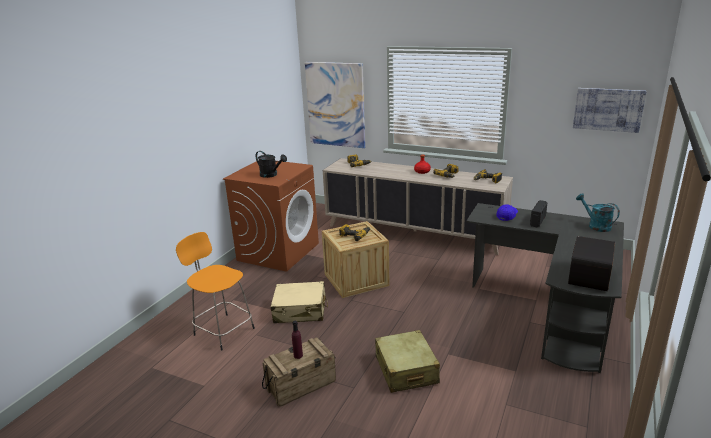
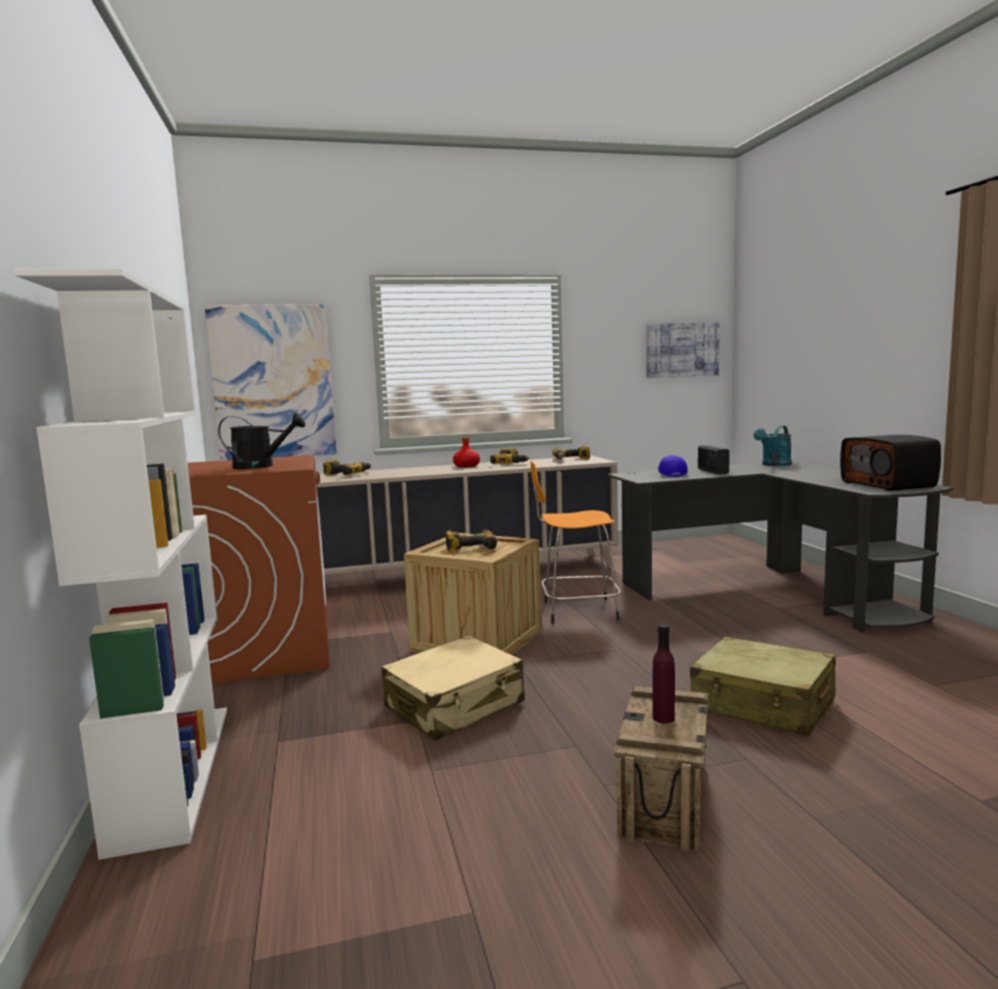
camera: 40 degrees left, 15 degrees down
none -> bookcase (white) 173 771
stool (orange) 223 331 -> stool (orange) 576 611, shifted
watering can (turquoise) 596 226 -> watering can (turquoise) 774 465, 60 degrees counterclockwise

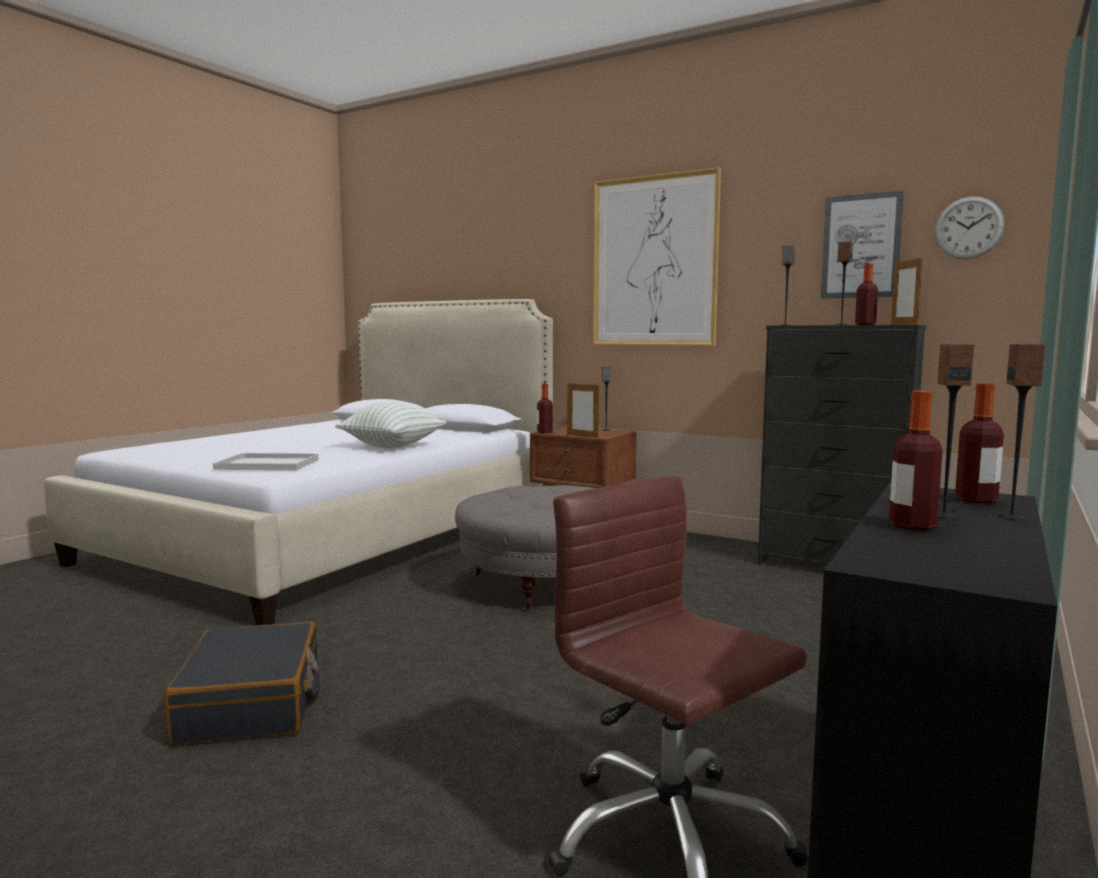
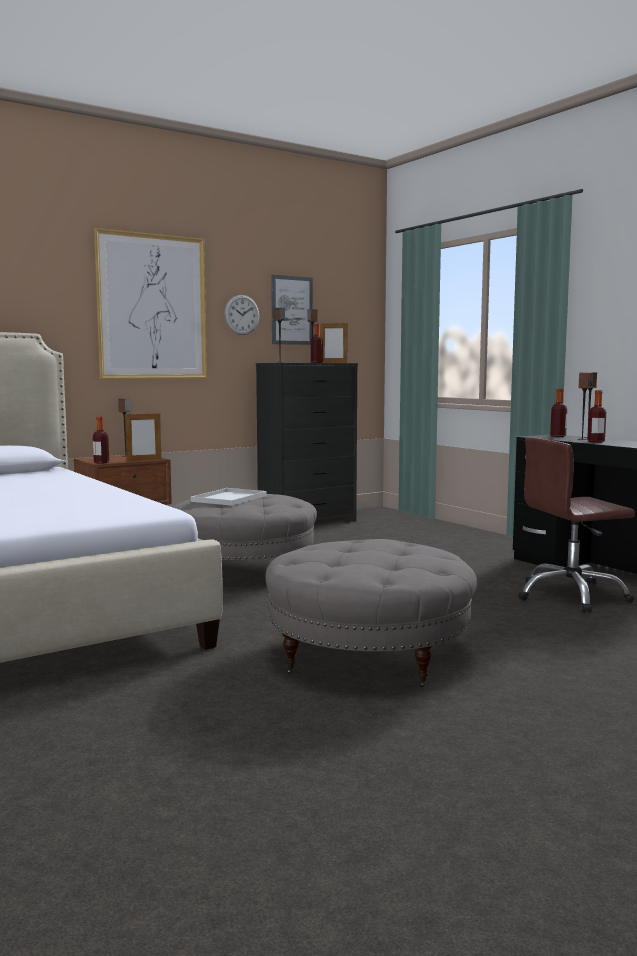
camera: 65 degrees left, 0 degrees up
tray (white) 270 464 -> tray (white) 229 498, shifted
wall clock 968 228 -> wall clock 242 315, shifted
suitcase (black) 252 703 -> ottoman (grey) 368 654
pillow 392 446 -> none

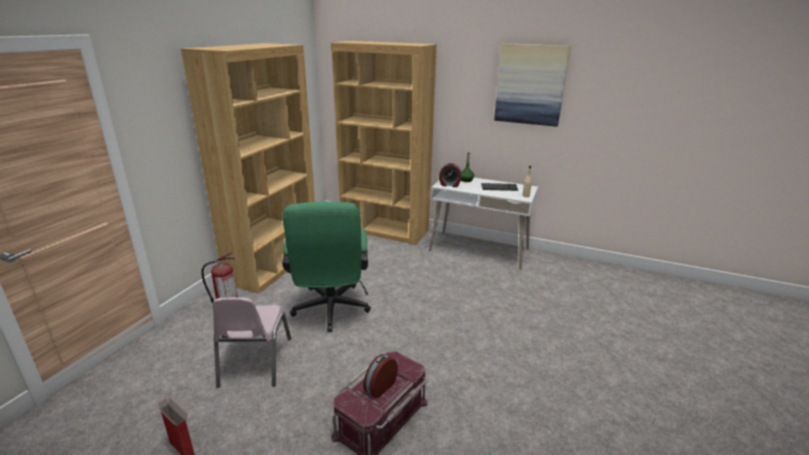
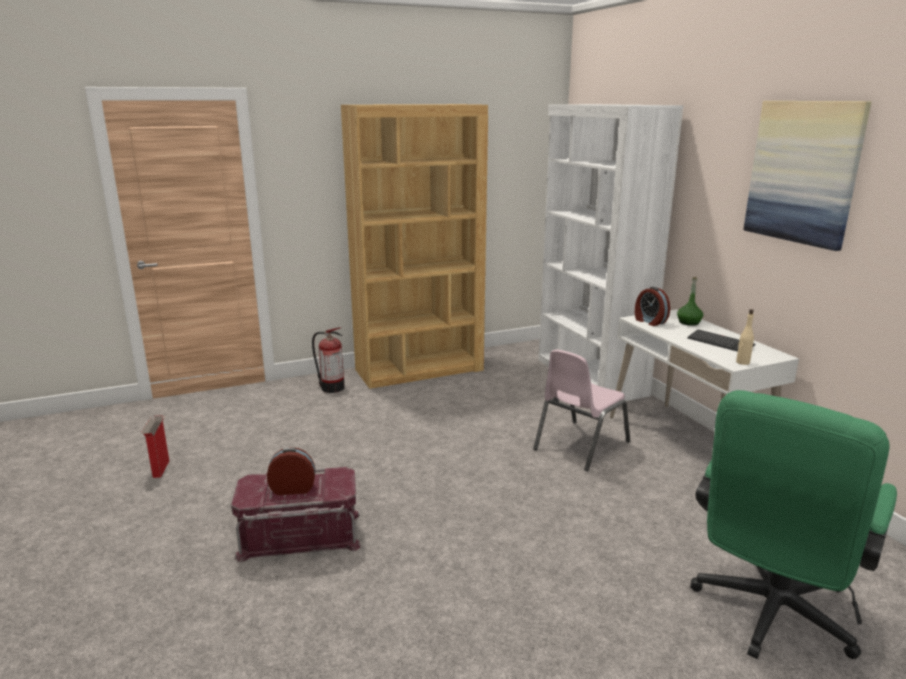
camera: 45 degrees right, 5 degrees down
chair (pink) 254 362 -> chair (pink) 580 445, shifted
bookcase (brown) 384 230 -> bookcase (white) 590 377
office chair (green) 330 311 -> office chair (green) 769 616, shifted

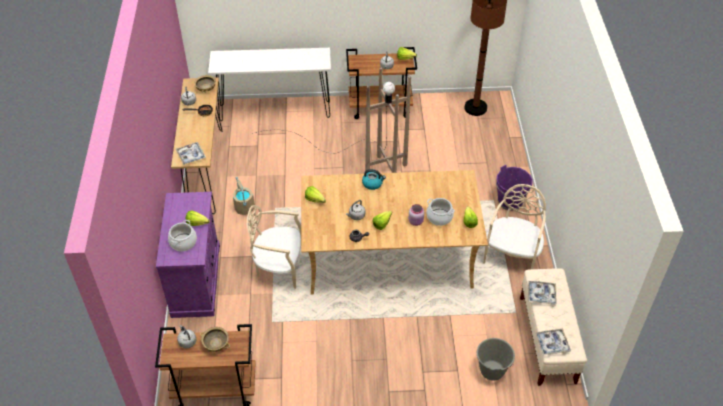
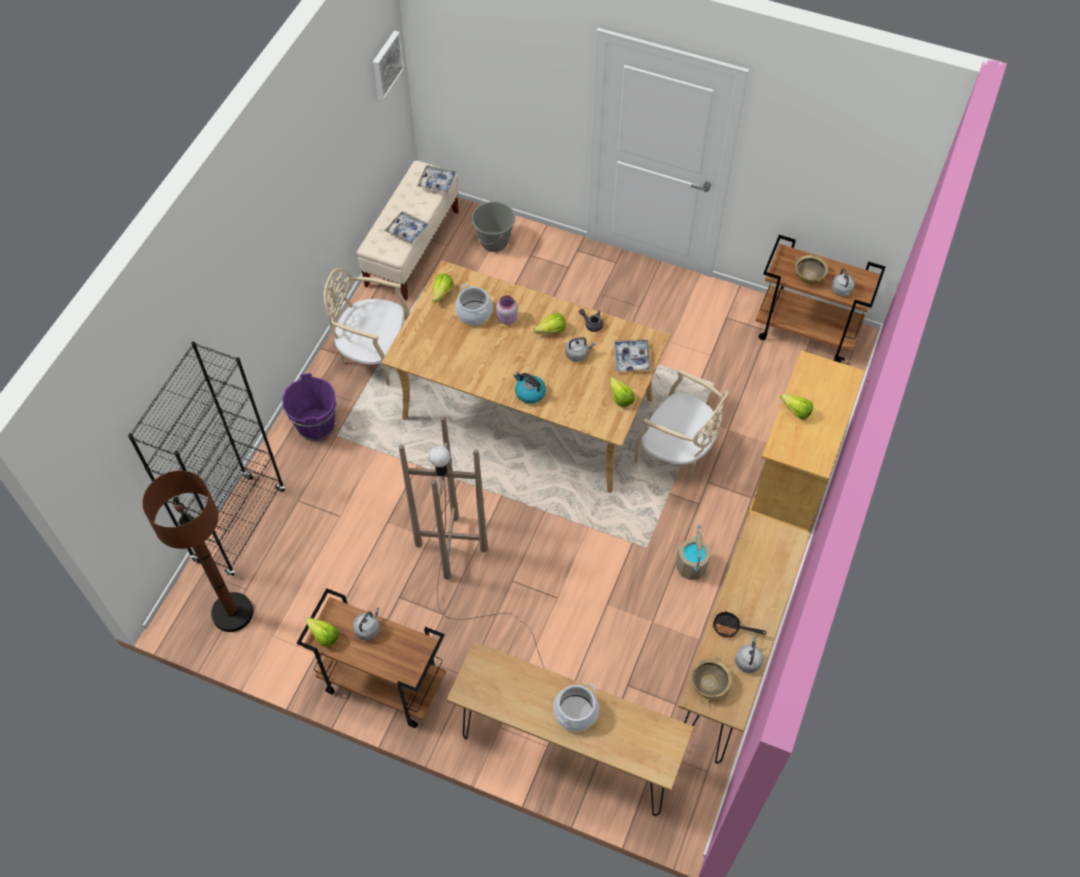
camera: 155 degrees left, 10 degrees up
none -> bookcase (black) 240 525
chair (beige) 512 255 -> chair (beige) 373 353, 60 degrees clockwise
none -> picture 386 64
console table (white) 275 111 -> console table (brown) 566 755
cooking pot 183 242 -> cooking pot 576 712, shifted
tray 191 155 -> tray 631 358, shifted
cabinet (purple) 196 280 -> cabinet (beige) 793 475

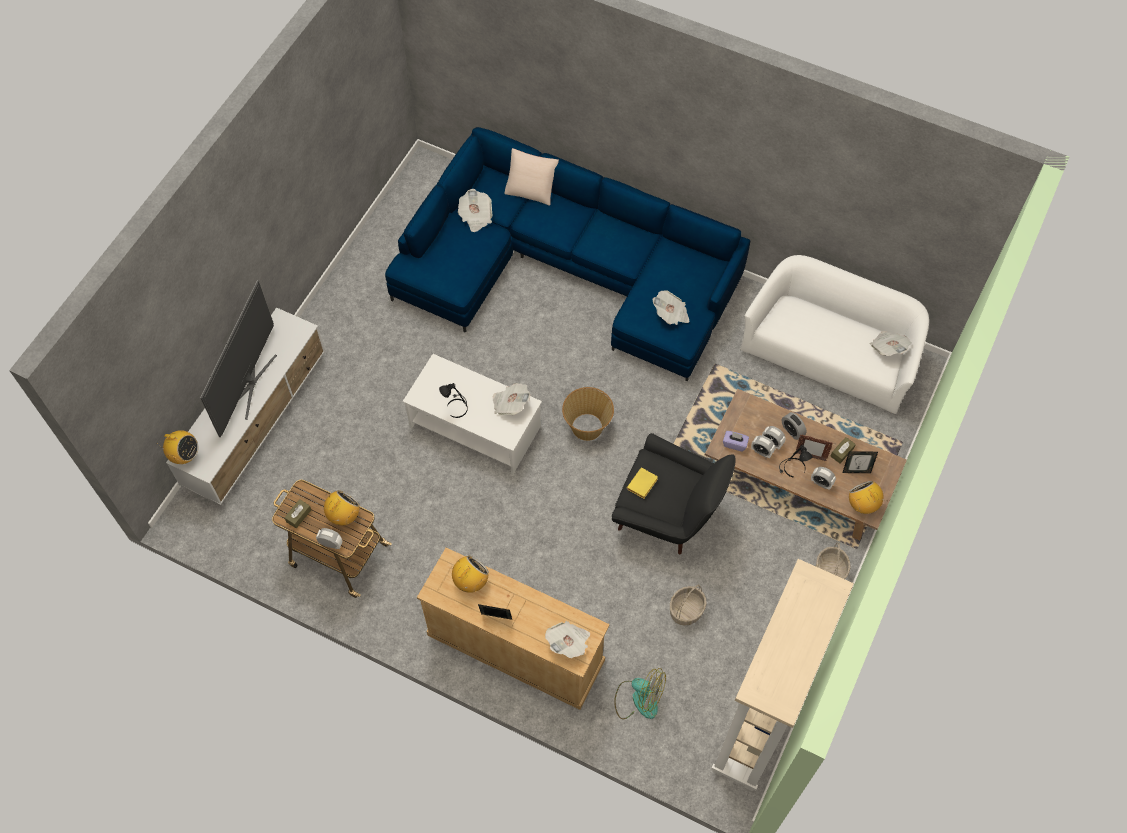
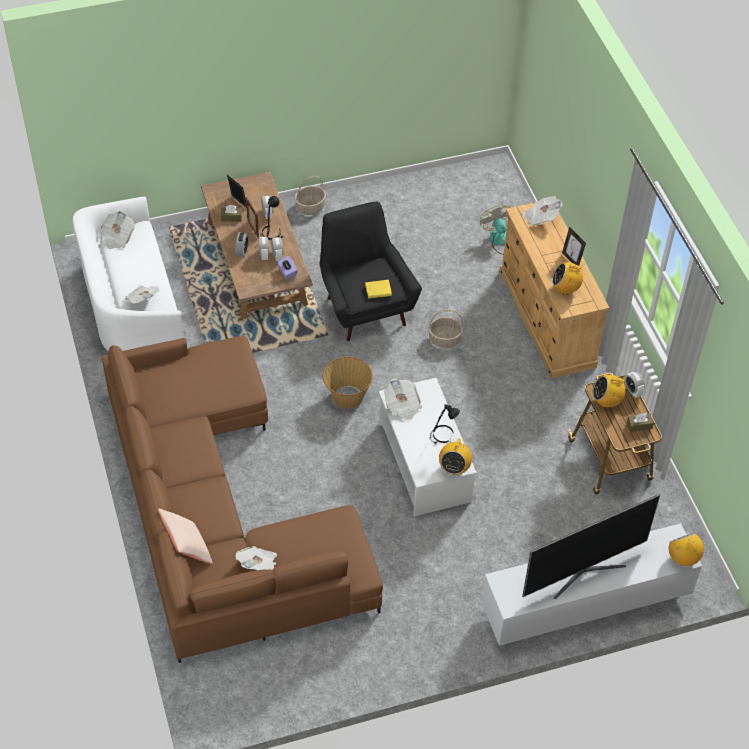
camera: 135 degrees left, 10 degrees down
sofa (blue) 566 270 -> sofa (brown) 220 514
newspaper 671 314 -> newspaper 143 300, shifted
basket 686 611 -> basket 445 339, shifted
radio 862 504 -> radio 454 468, shifted
bookcase (beige) 758 724 -> none

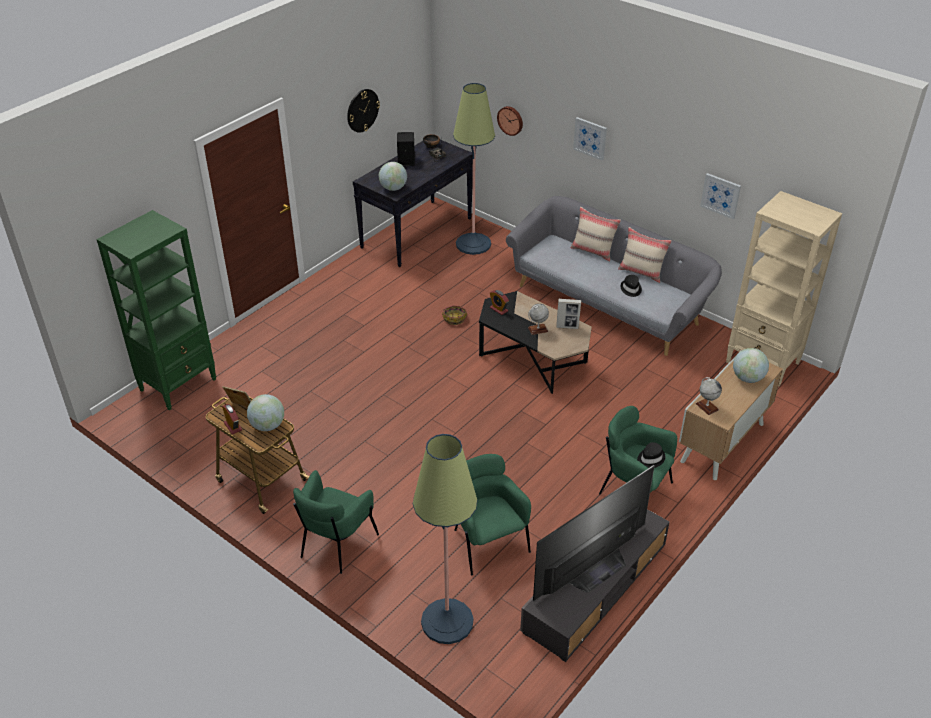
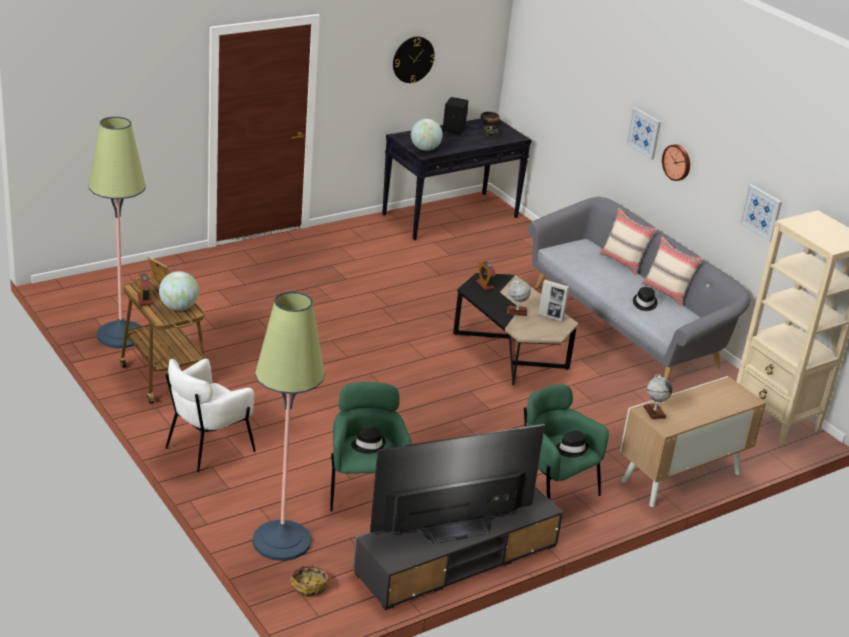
camera: 15 degrees right, 10 degrees down
floor lamp 473 244 -> floor lamp 121 335, shifted
armchair (green) 336 544 -> armchair (white) 207 447
basket 454 318 -> basket 309 586, shifted
none -> hat (black) 368 445
wall clock 510 120 -> wall clock 677 162, shifted
bookcase (green) 179 384 -> none
globe 747 378 -> none

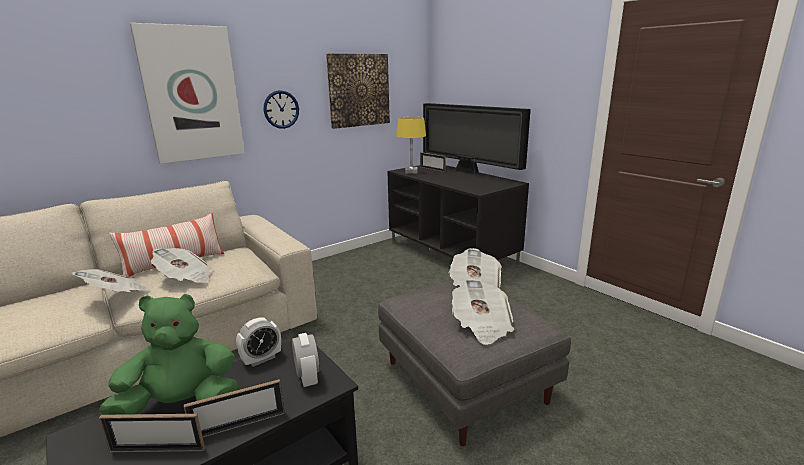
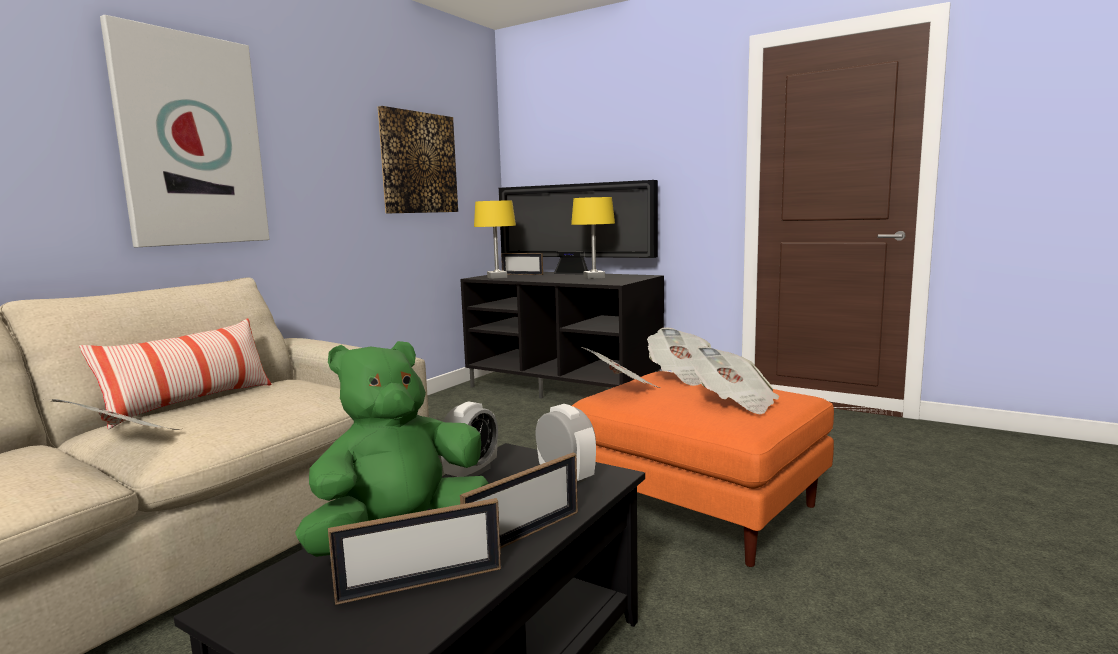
camera: 20 degrees left, 10 degrees down
none -> table lamp (yellow) 593 277
ottoman (grey) 466 382 -> ottoman (orange) 699 506
newspaper 185 278 -> newspaper 621 388, shifted
wall clock 281 109 -> none

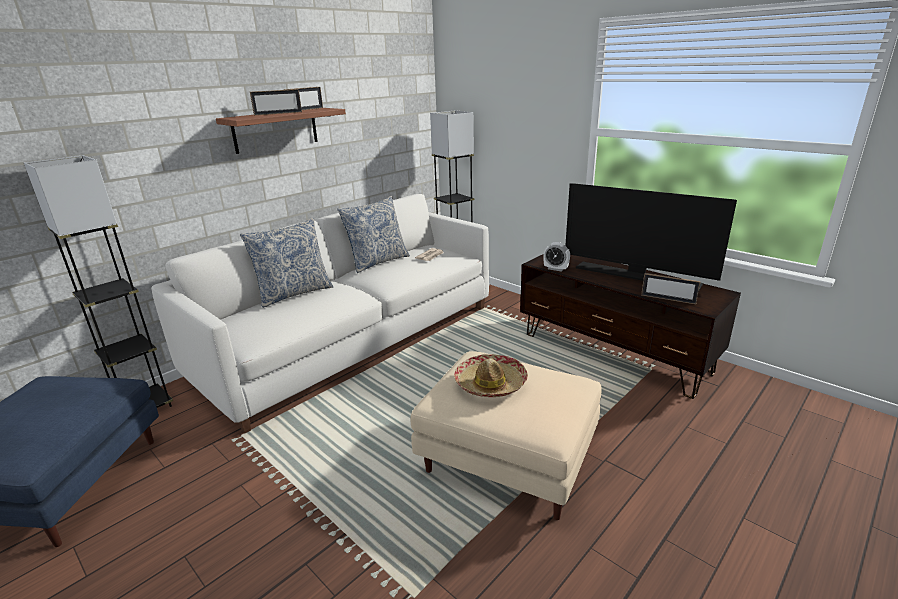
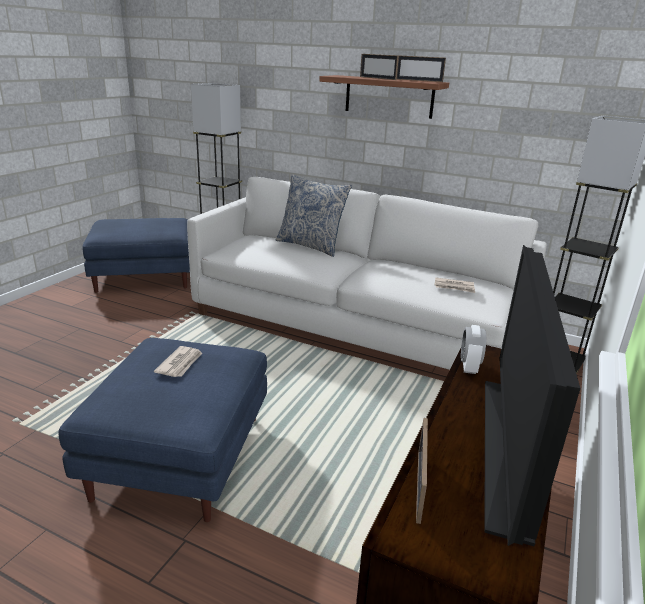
camera: 70 degrees right, 0 degrees up
ottoman (beige) 506 459 -> ottoman (blue) 180 454
hat 490 383 -> newspaper 180 364
pillow 377 262 -> none

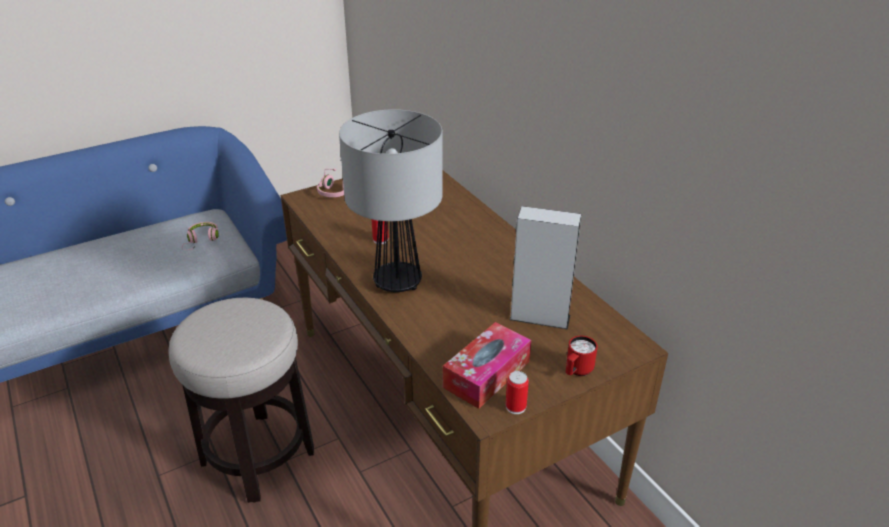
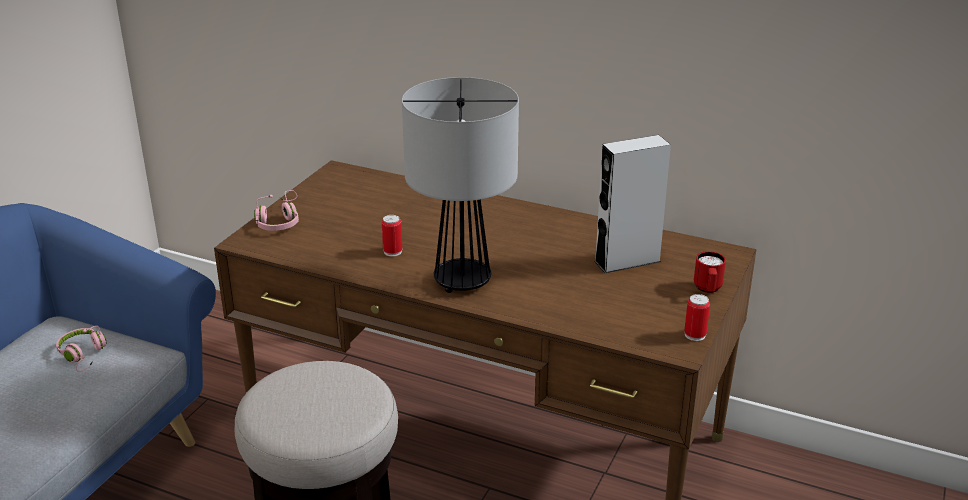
camera: 35 degrees left, 5 degrees down
tissue box 487 374 -> none

